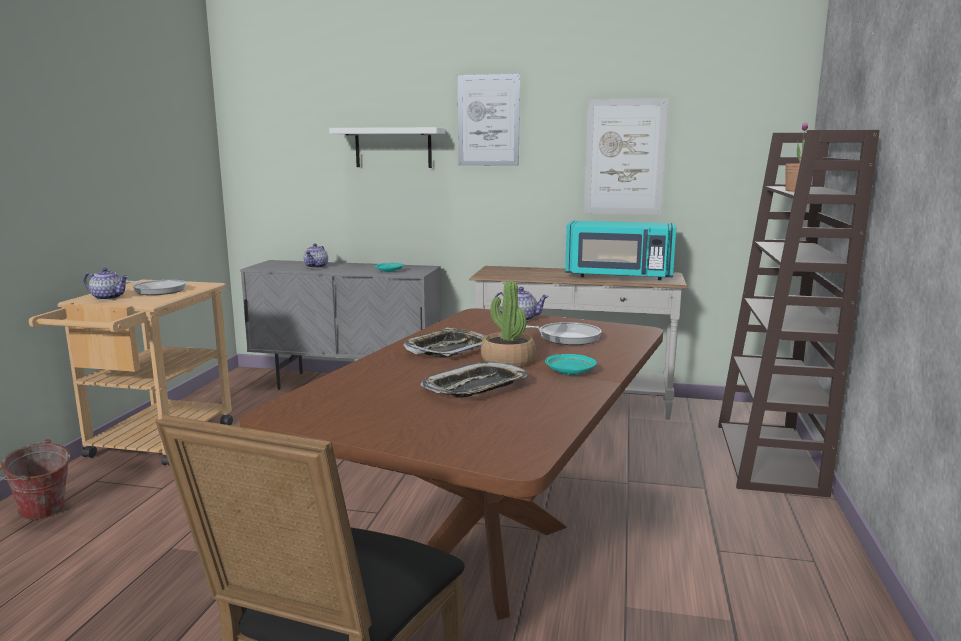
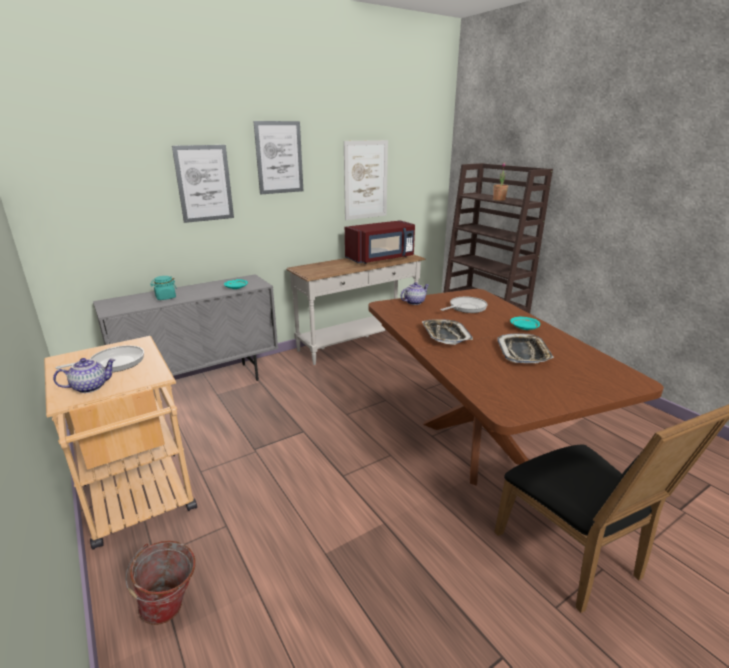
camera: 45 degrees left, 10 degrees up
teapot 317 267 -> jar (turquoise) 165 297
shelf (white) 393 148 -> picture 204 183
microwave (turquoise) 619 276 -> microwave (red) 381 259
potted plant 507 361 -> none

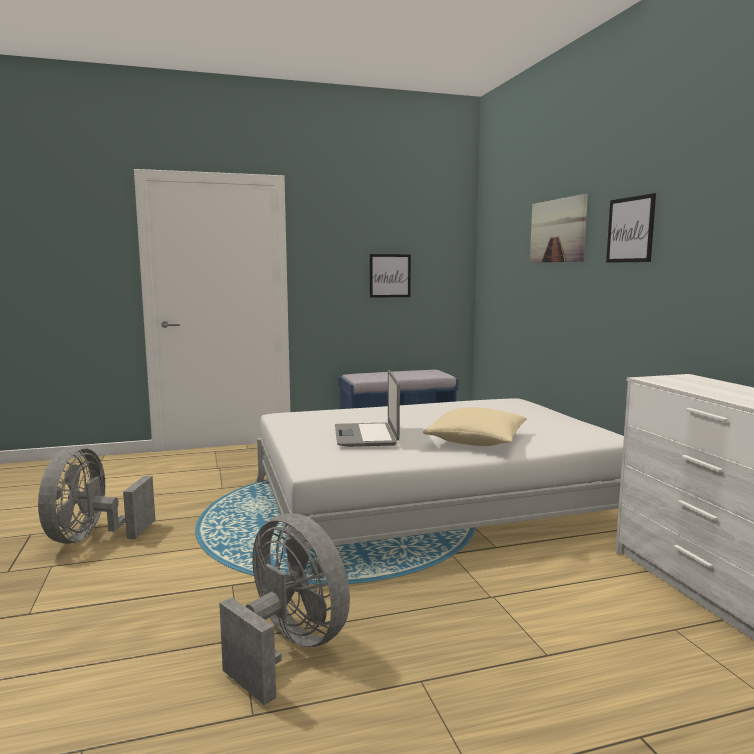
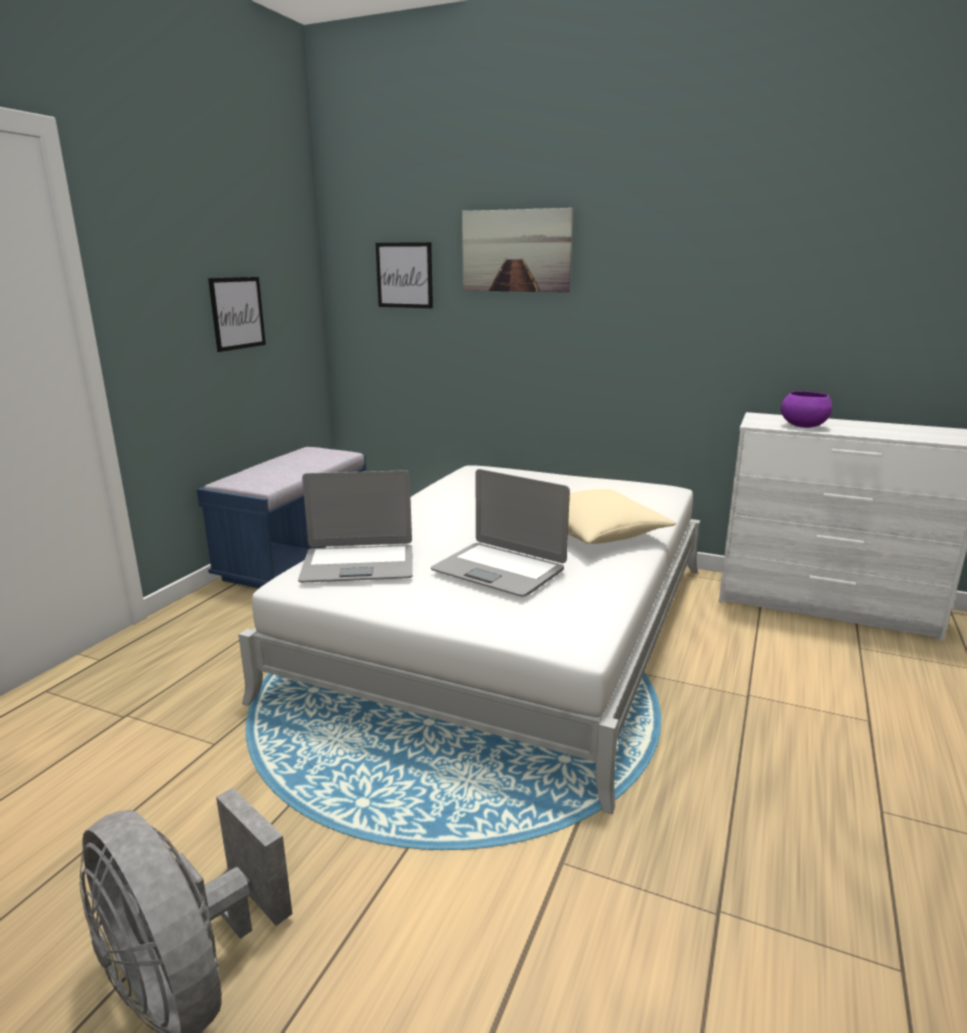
camera: 50 degrees left, 10 degrees up
none -> laptop 358 565
picture 630 230 -> picture 404 275, shifted
none -> bowl (purple) 803 426
fan (grey) 288 648 -> none

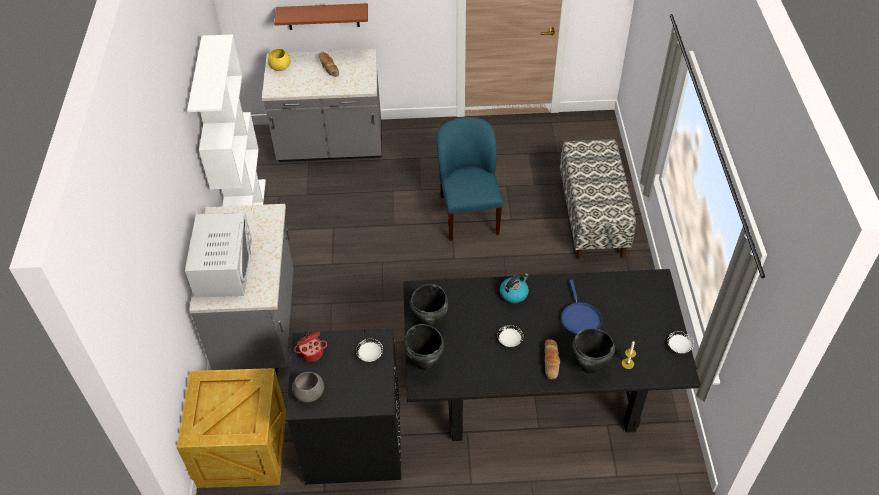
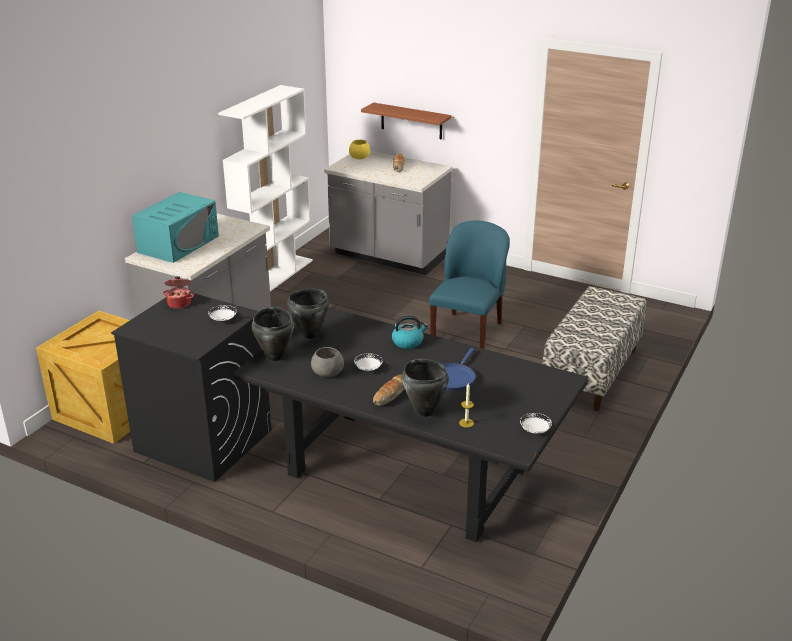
camera: 30 degrees right, 20 degrees down
microwave (white) 223 267 -> microwave (turquoise) 178 244
bowl (grey) 310 393 -> bowl (grey) 328 372, shifted

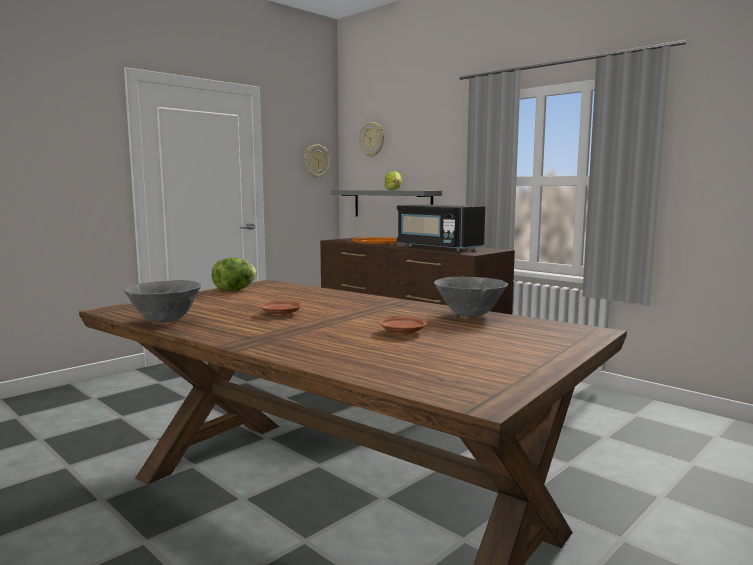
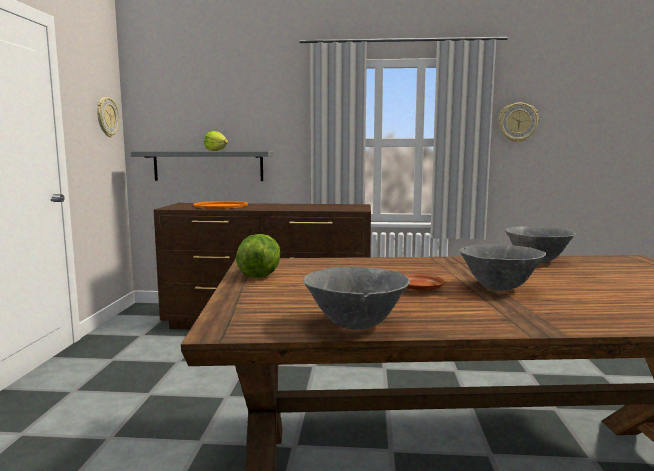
camera: 40 degrees left, 0 degrees up
none -> bowl (grey) 499 288
wall clock 372 139 -> wall clock 517 122, shifted
plate (brown) 402 332 -> none
microwave (black) 437 248 -> none

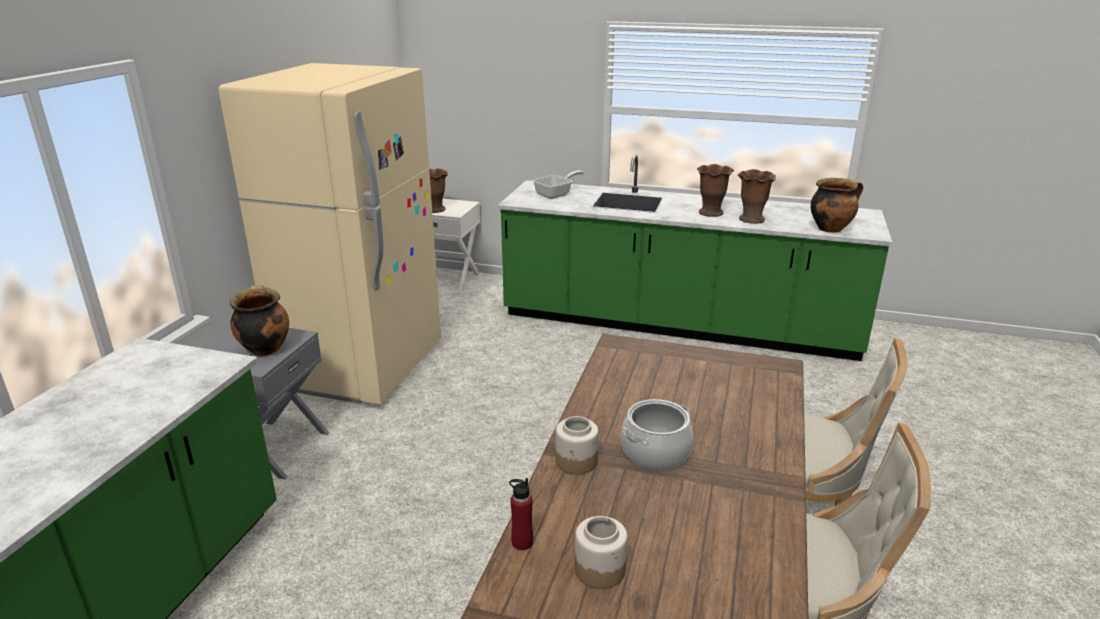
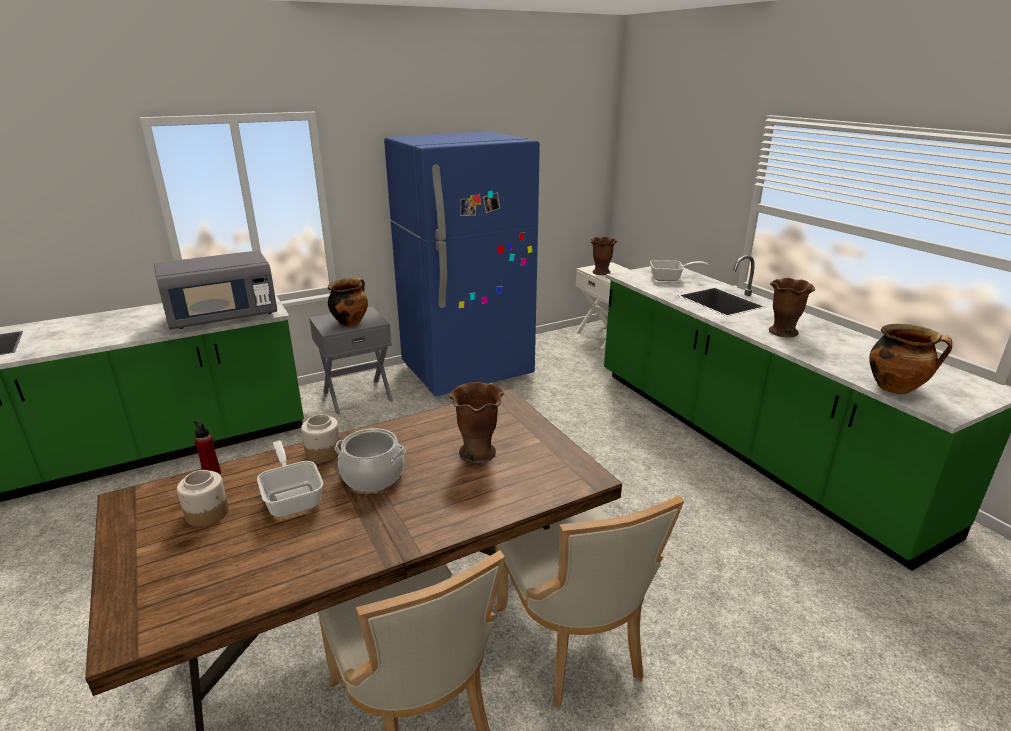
camera: 45 degrees right, 0 degrees up
none -> microwave (grey) 223 318
none -> frying pan 293 497
fridge (beige) 363 366 -> fridge (blue) 467 371
vase (brown) 752 219 -> vase (brown) 477 453, shifted

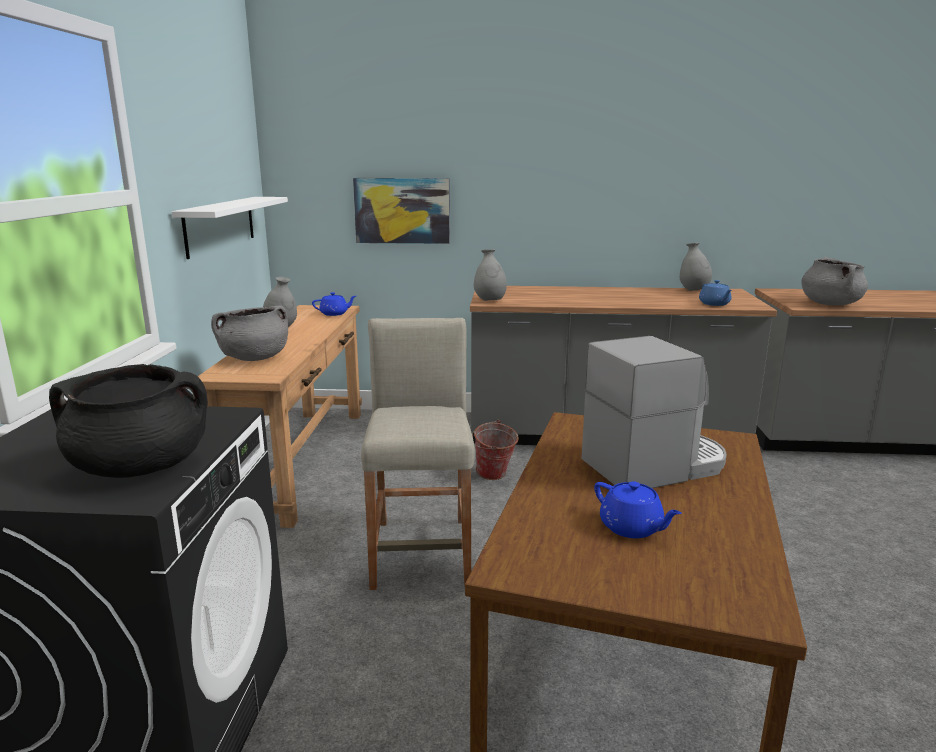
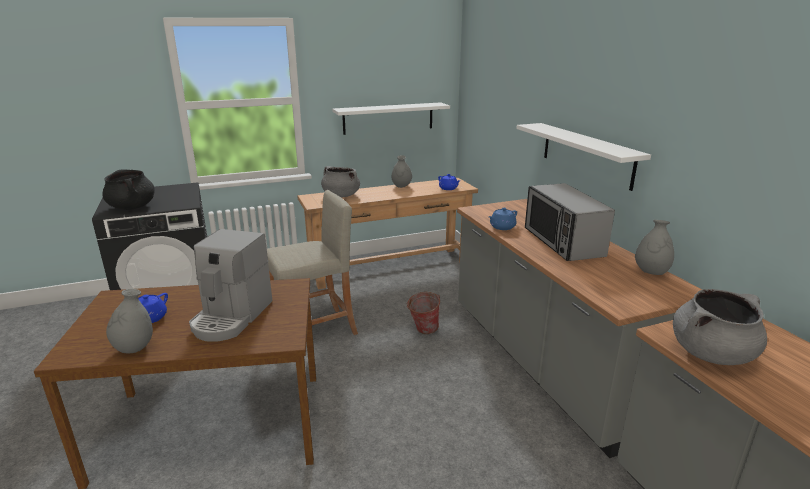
camera: 65 degrees right, 5 degrees up
vase (grey) 490 301 -> vase (grey) 134 348, shifted
coffee machine 655 465 -> coffee machine 231 317, 60 degrees clockwise
teapot (blue) 714 304 -> teapot (blue) 502 227, shifted
none -> shelf (white) 586 154
none -> microwave 562 242
picture 402 210 -> none

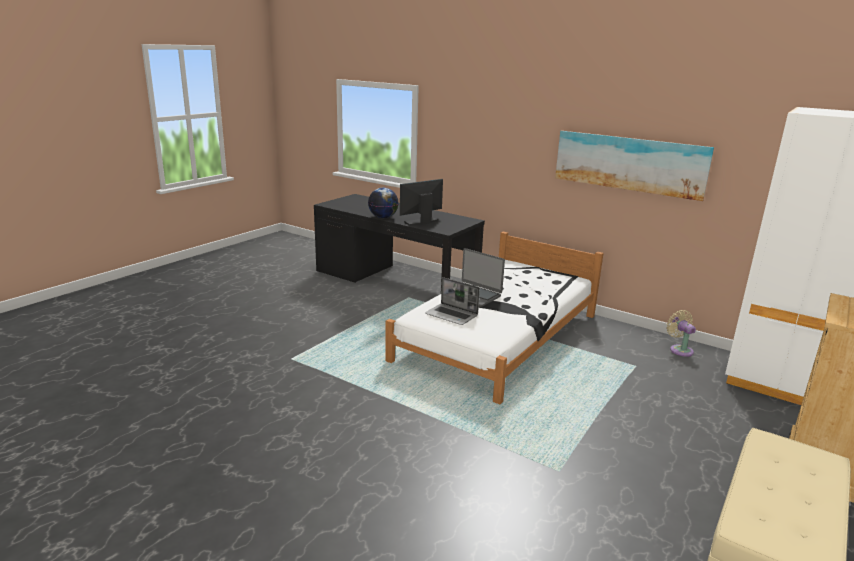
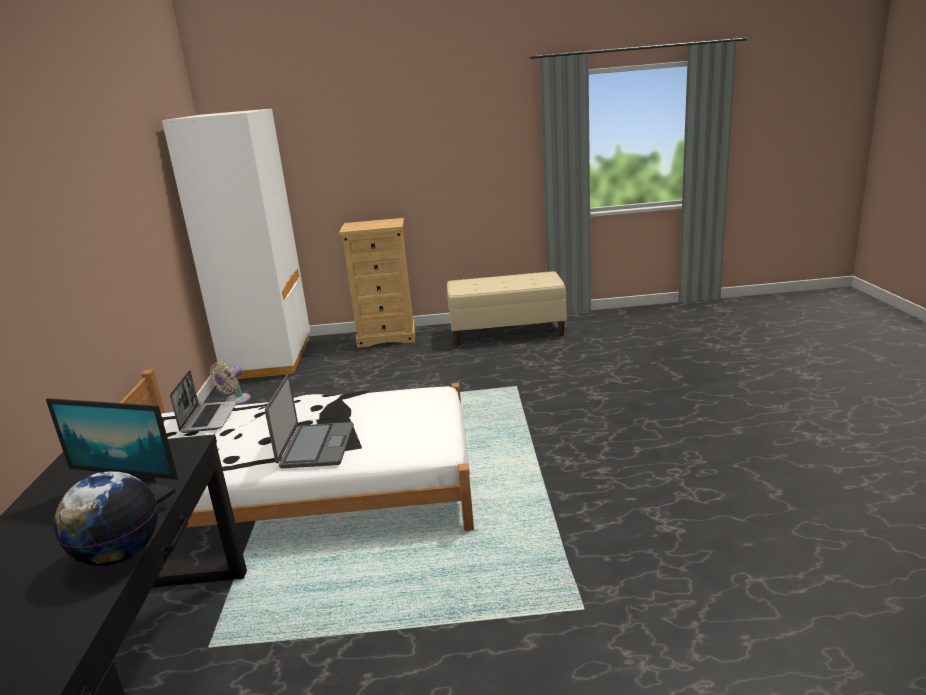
camera: 125 degrees left, 0 degrees up
laptop 452 315 -> laptop 209 417, shifted
picture 629 163 -> none

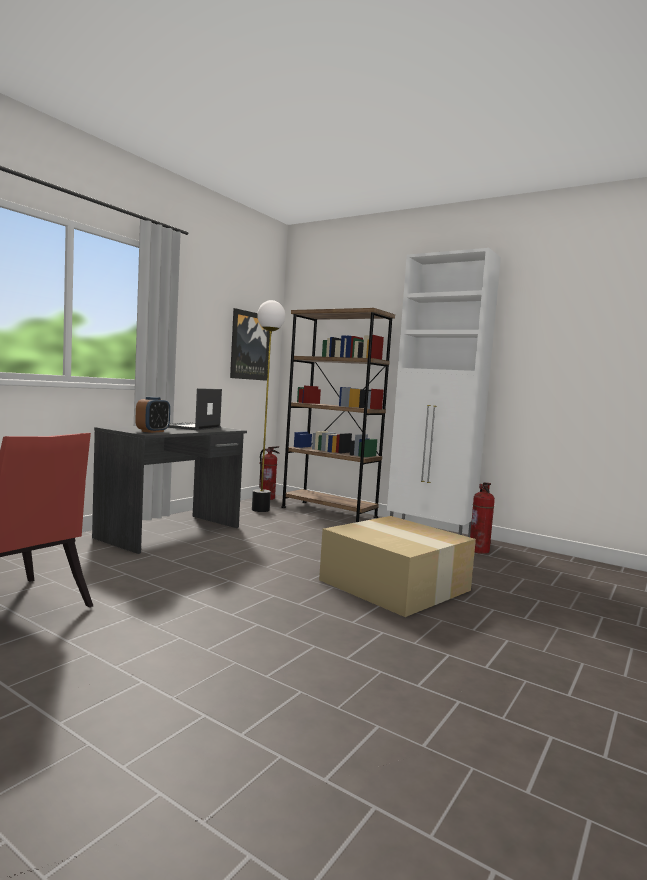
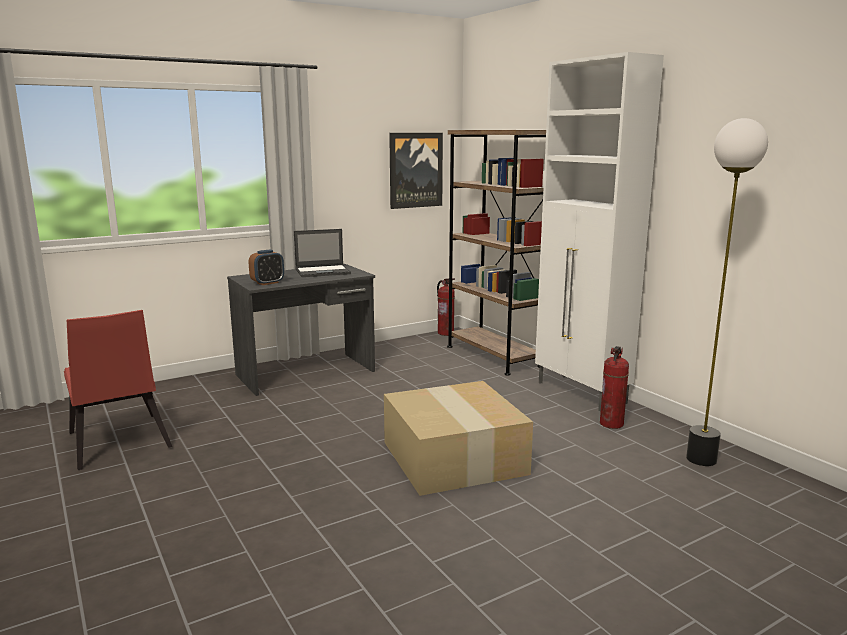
camera: 25 degrees right, 10 degrees up
laptop 191 427 -> laptop 323 271, 150 degrees counterclockwise
floor lamp 261 510 -> floor lamp 702 459, shifted

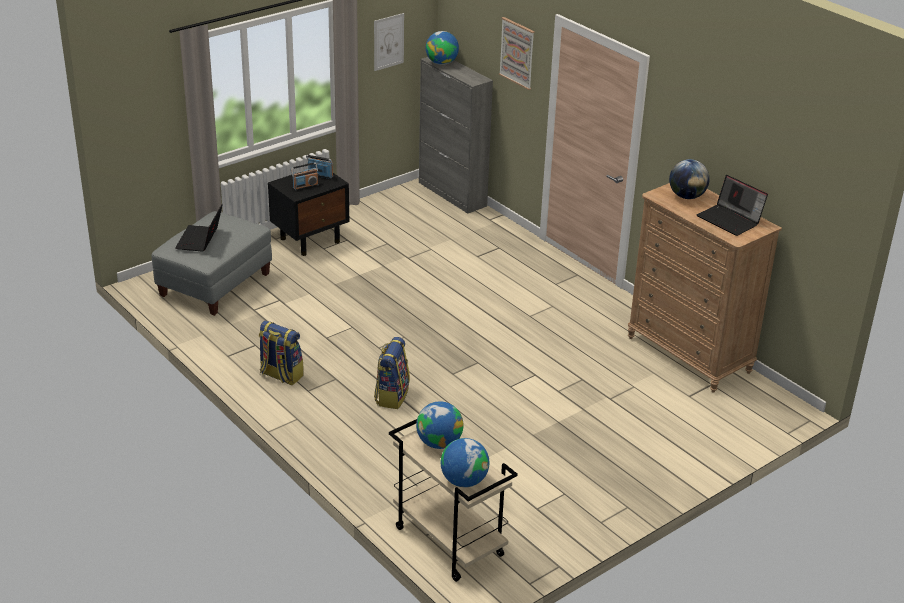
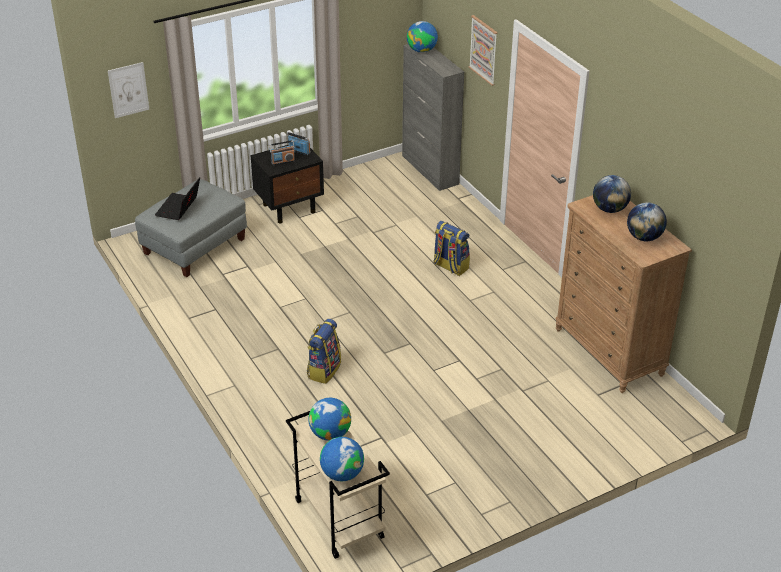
camera: 10 degrees right, 5 degrees up
picture 388 42 -> picture 128 90, shifted
backpack 280 375 -> backpack 450 267, shifted
laptop 730 220 -> globe 644 237

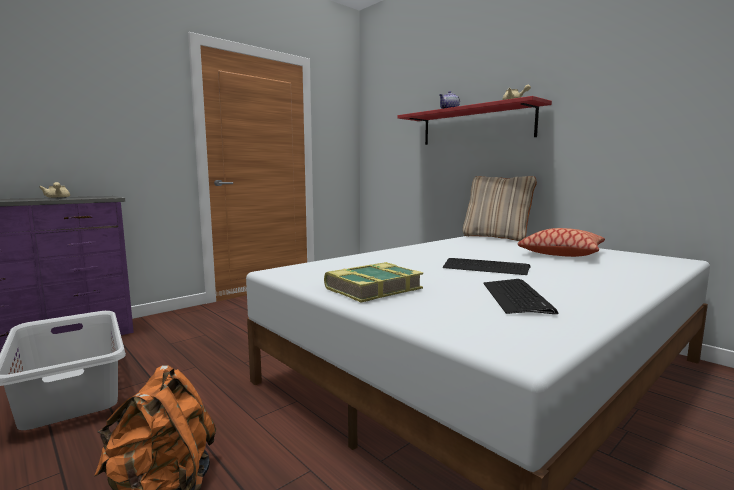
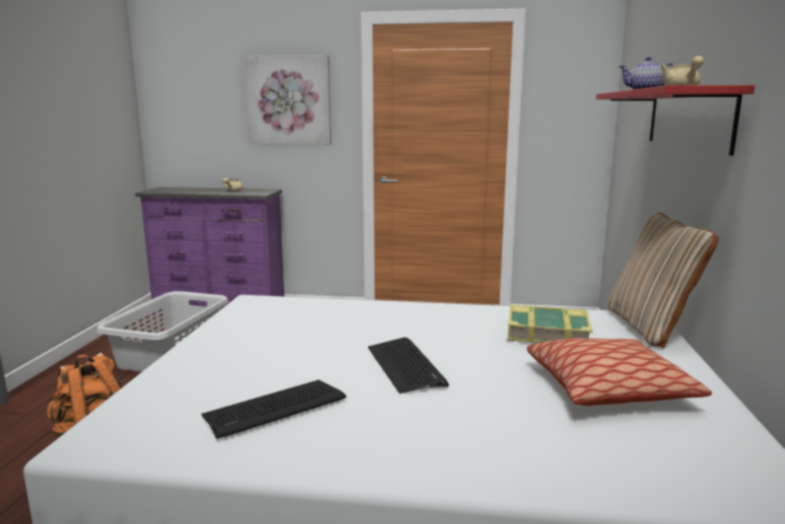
camera: 50 degrees right, 5 degrees up
none -> picture 289 100
book 372 289 -> book 547 332, shifted

